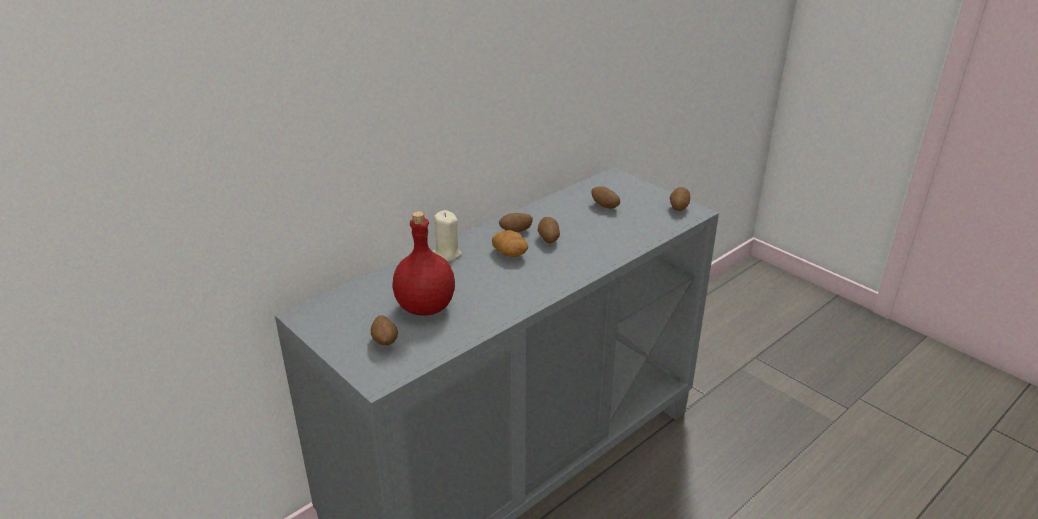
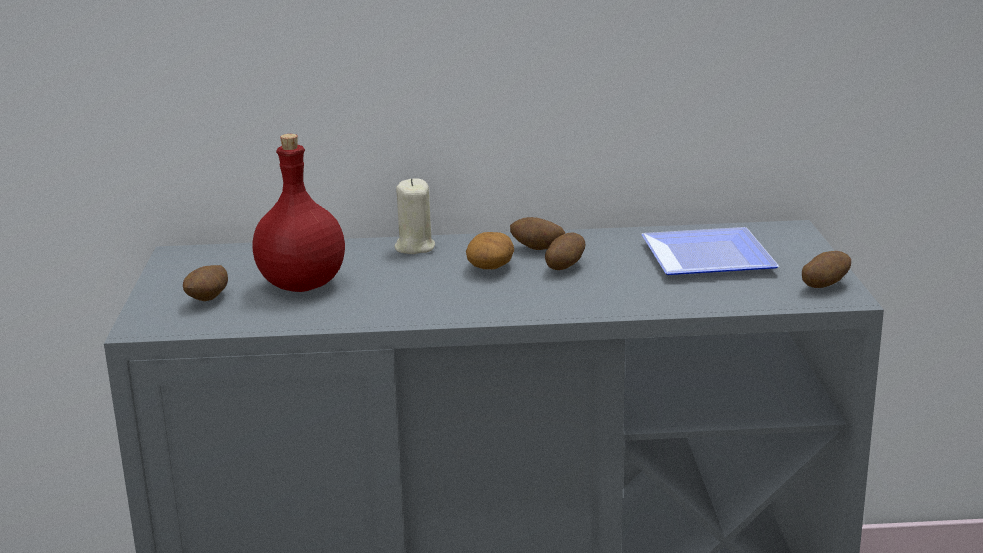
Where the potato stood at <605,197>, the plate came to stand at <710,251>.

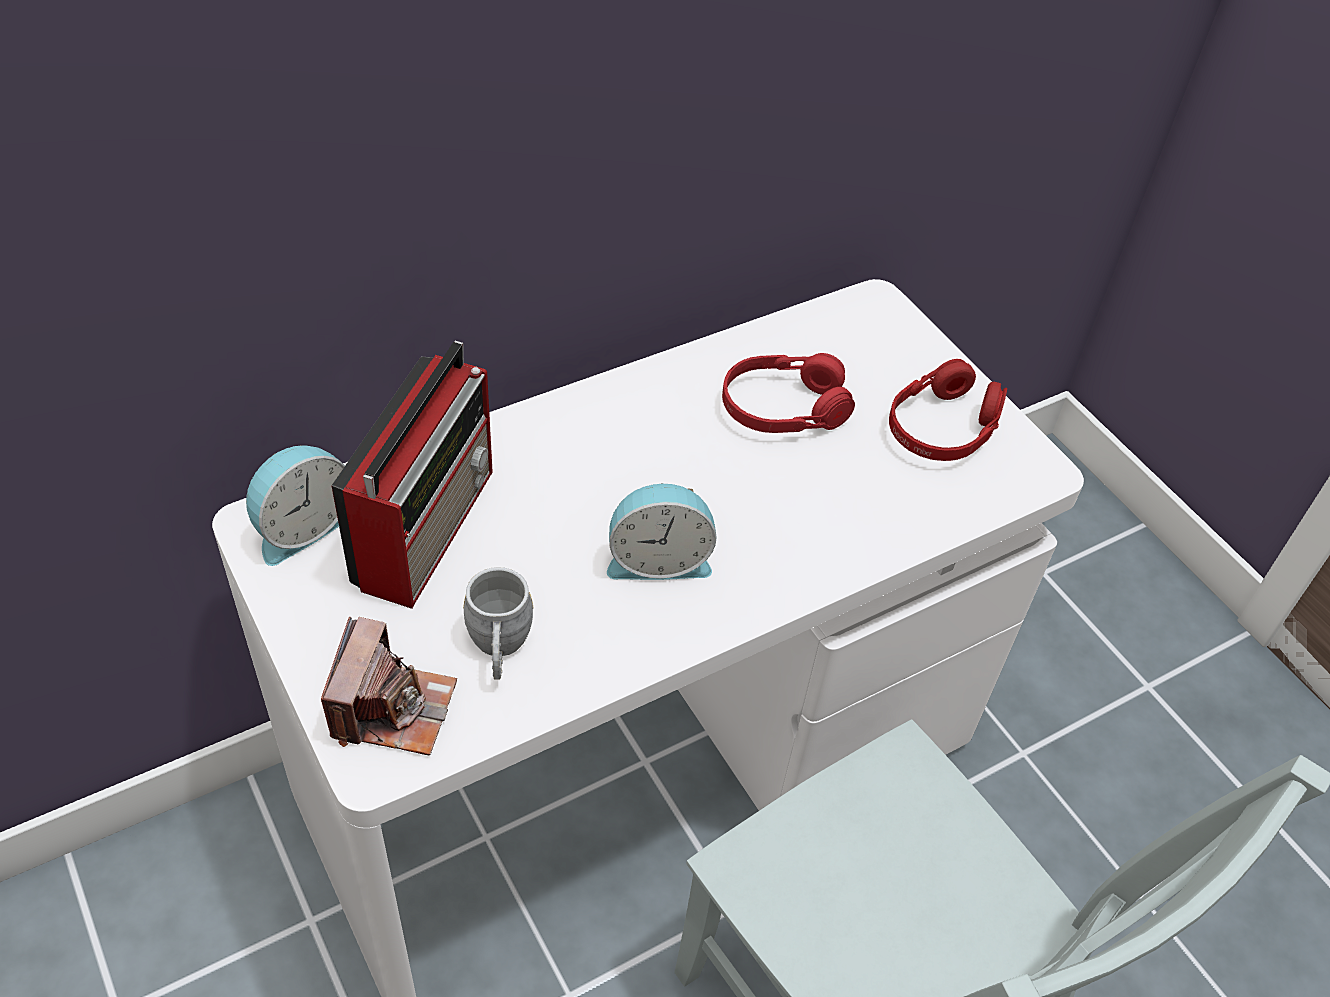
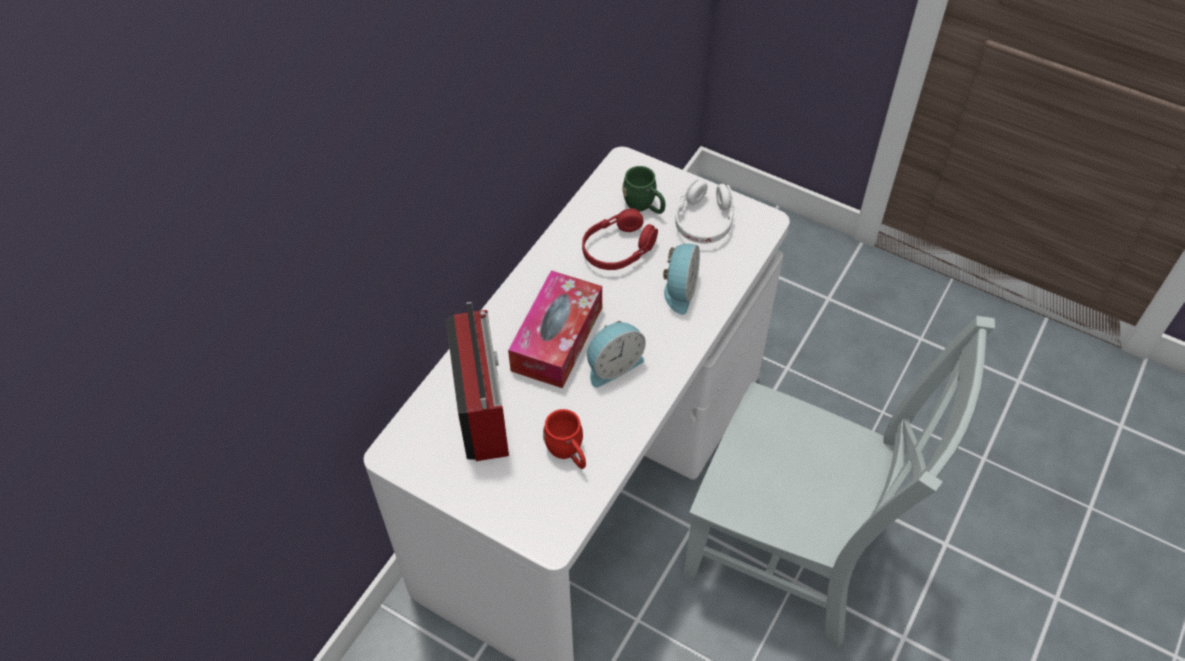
The alarm clock ended up elsewhere, having gone from <295,505> to <681,279>.
The second view lost the photo camera at <389,686>.
What was the mug/grey at <498,623> turned into the mug/red at <564,439>.
What was the headphones/red at <948,410> turned into the headphones/white at <705,211>.
The second view gained the tissue box at <555,329>.
The second view gained the mug/green at <643,190>.

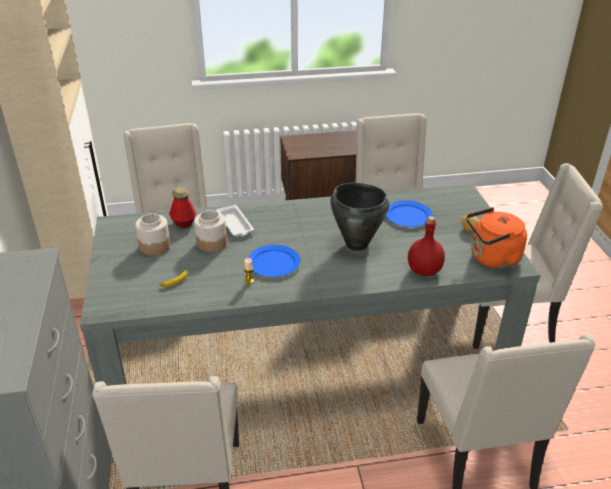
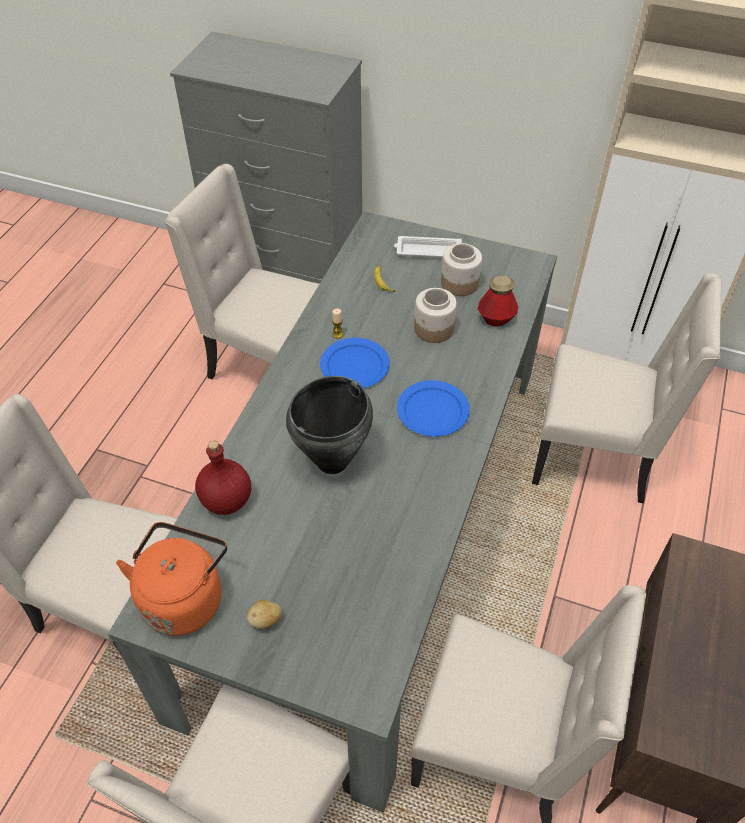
The tray/white ended up elsewhere, having gone from <235,220> to <428,247>.
The plate/blue ended up elsewhere, having gone from <409,213> to <433,408>.

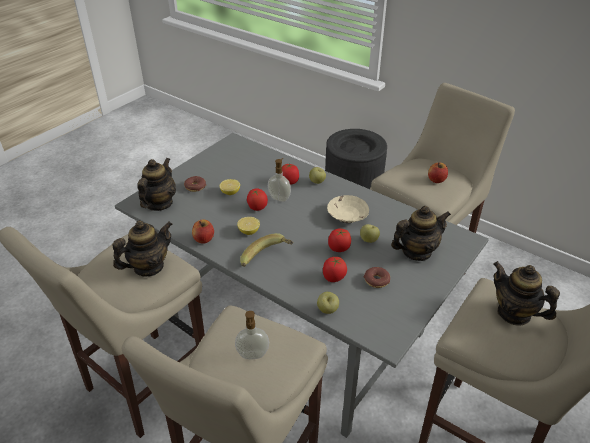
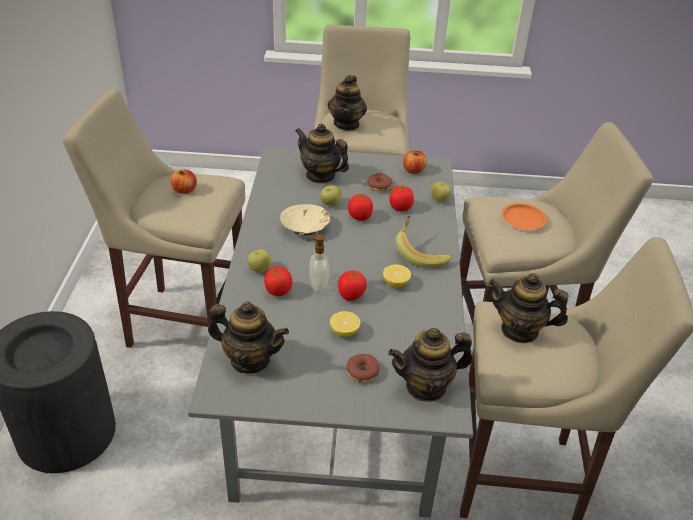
The apple ended up elsewhere, having gone from <203,231> to <415,162>.
Where the soap dispenser stood at <252,335>, the plate/orange came to stand at <524,216>.
The second view gained the teapot at <248,337>.

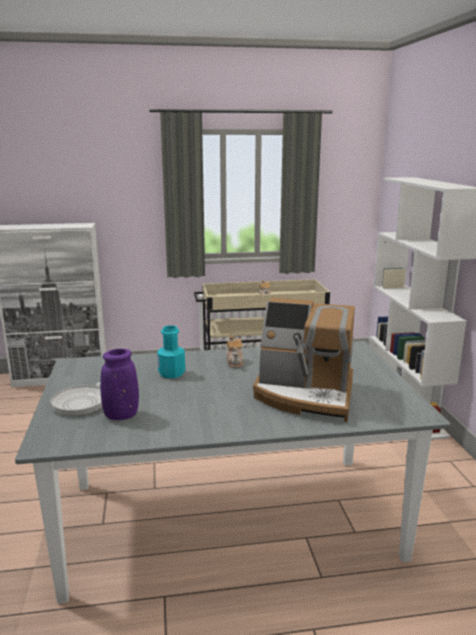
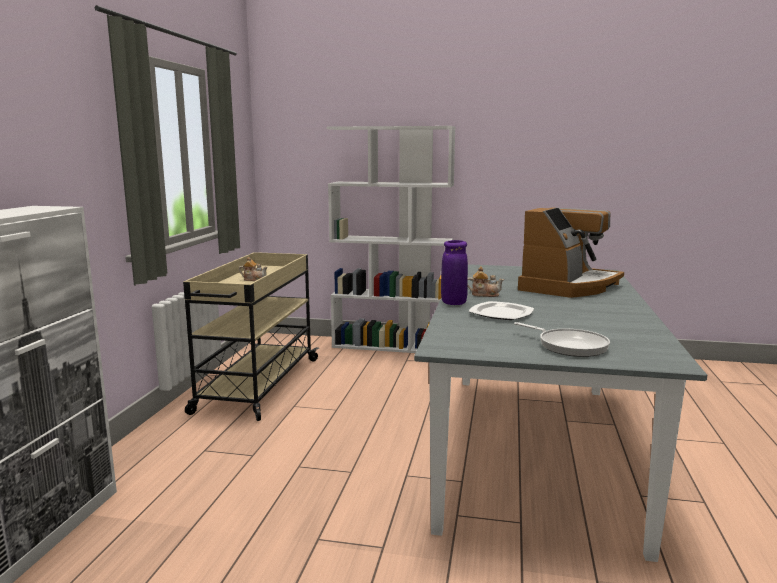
The vase/purple ended up elsewhere, having gone from <119,384> to <454,272>.
Where the bottle/turquoise stood at <171,351>, the plate came to stand at <501,310>.

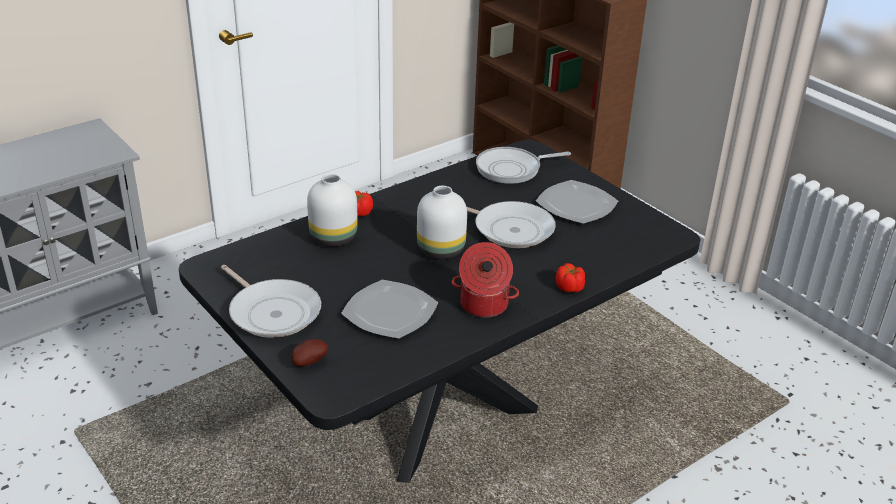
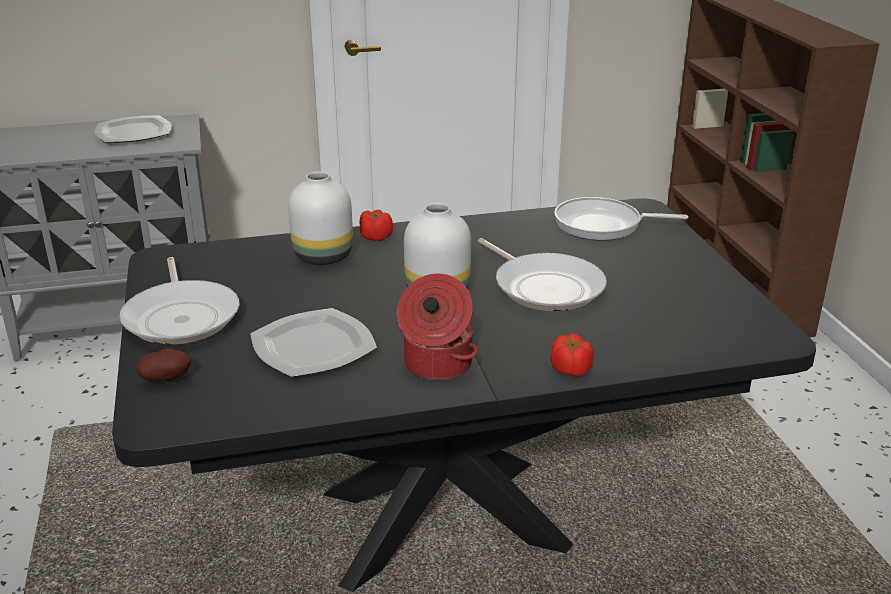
The plate ended up elsewhere, having gone from <577,202> to <133,129>.

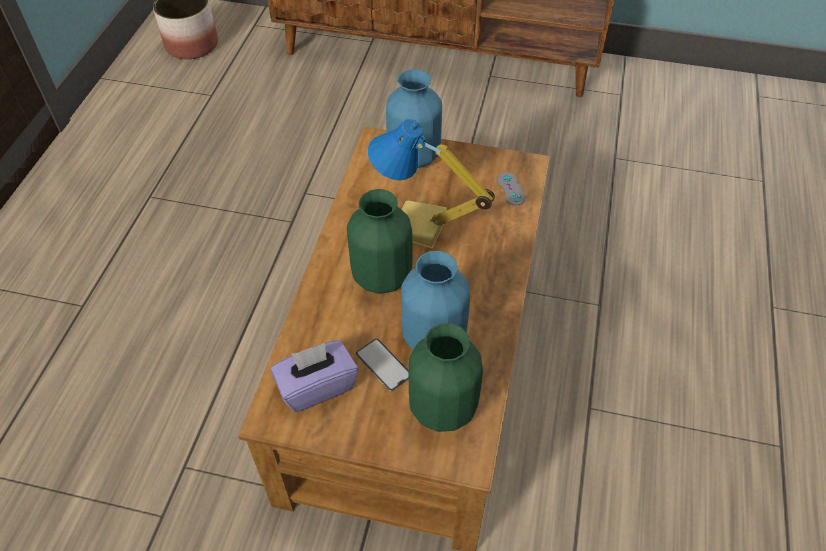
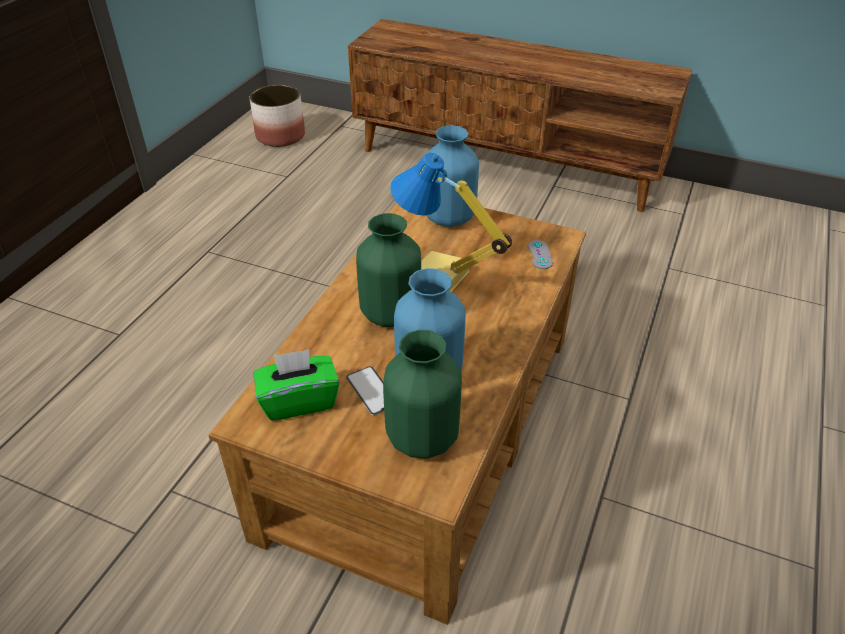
What was the tissue box/purple at <314,376> turned into the tissue box/green at <296,385>.

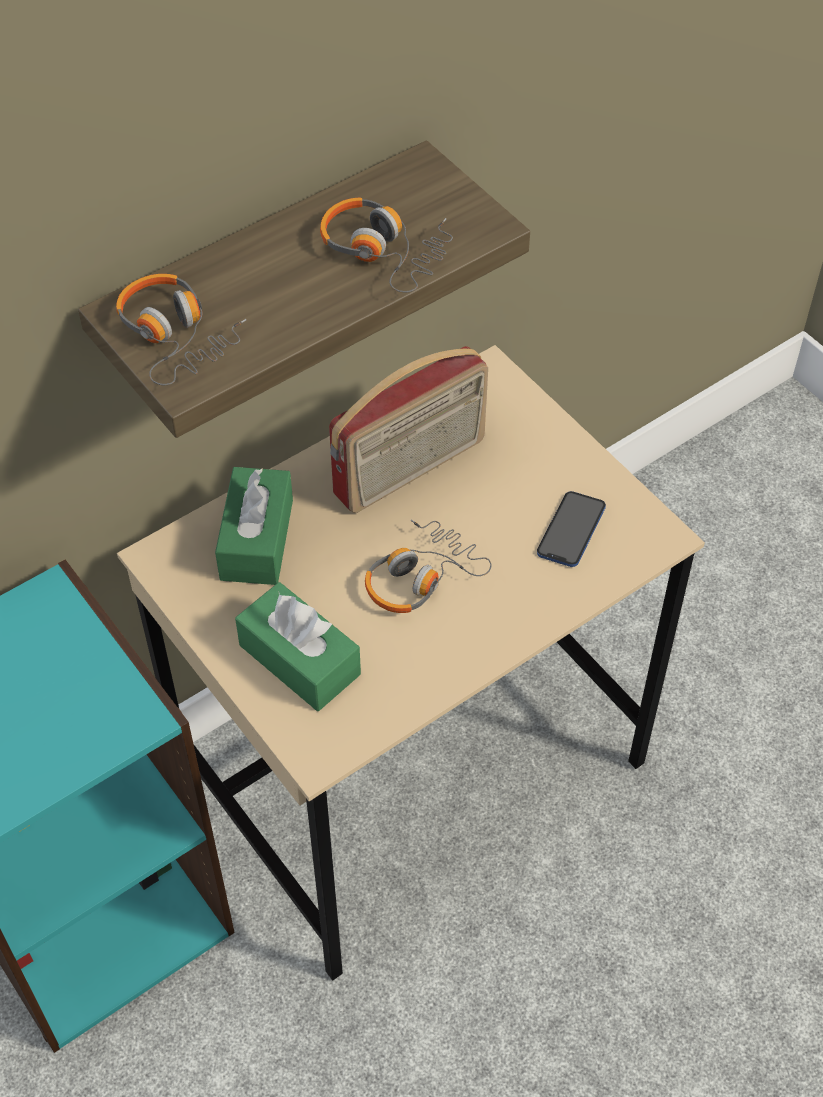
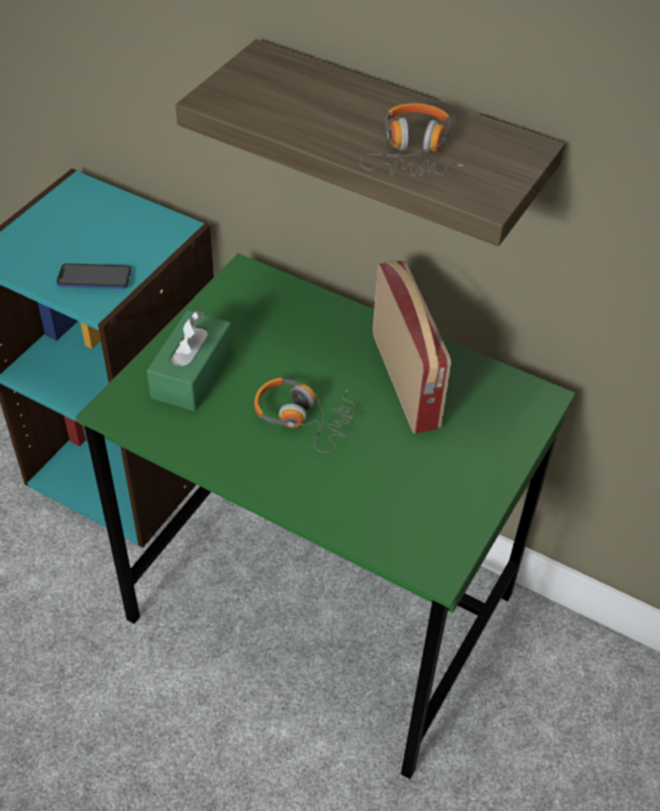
The second view lost the headphones at <181,329>.
What was the desk/beige at <411,662> turned into the desk/green at <325,516>.
The second view lost the tissue box/green at <254,526>.
The radio at <408,429> ended up facing another way, 135 degrees counterclockwise from before.
The phone ended up elsewhere, having gone from <571,529> to <94,276>.

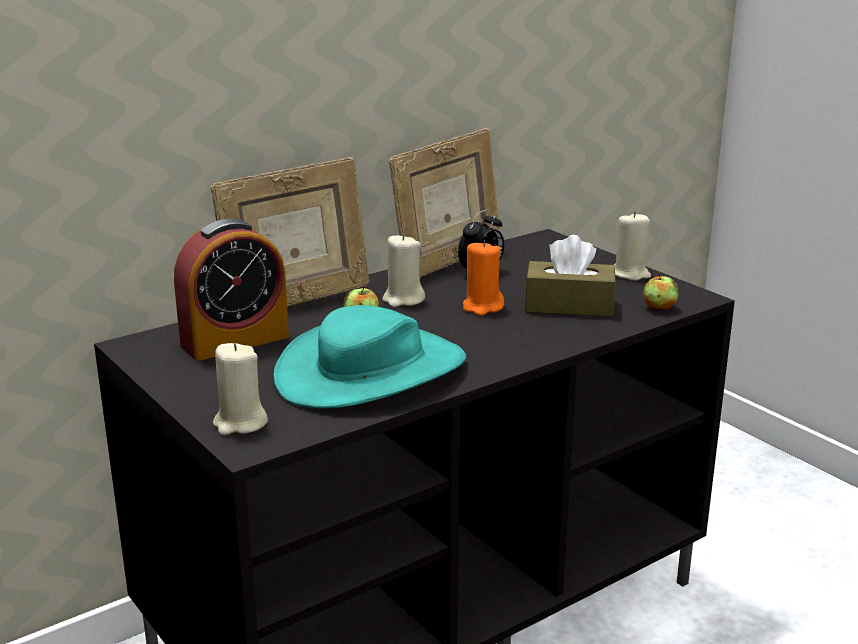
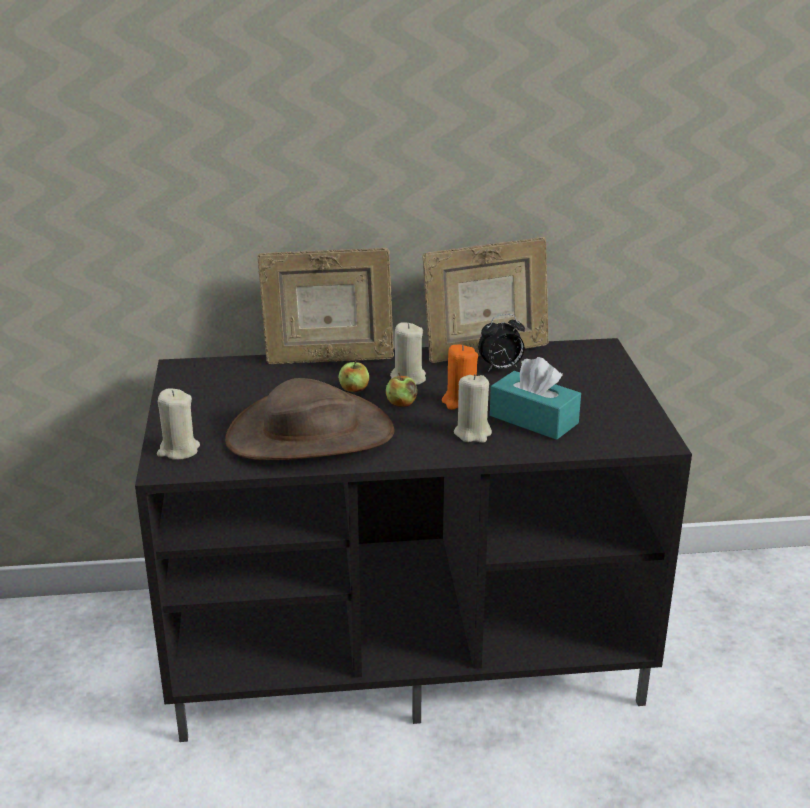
The second view lost the alarm clock at <231,289>.
What was the hat/turquoise at <369,357> turned into the hat/brown at <310,419>.
What was the tissue box/brown at <570,276> turned into the tissue box/turquoise at <535,398>.
The candle/beige ended up elsewhere, having gone from <632,246> to <473,408>.
The apple ended up elsewhere, having gone from <661,292> to <401,390>.

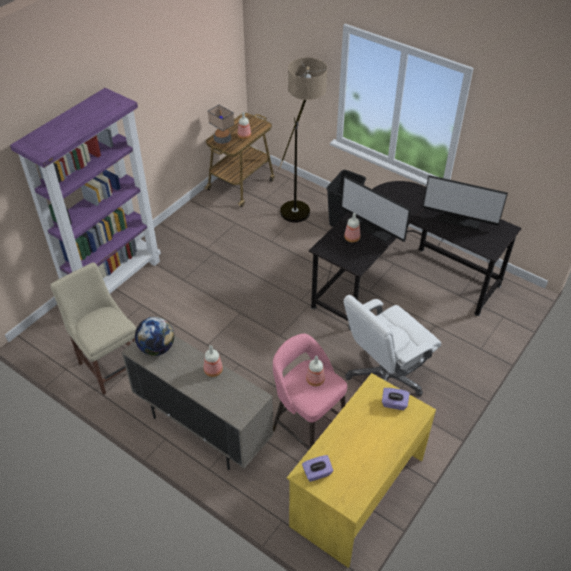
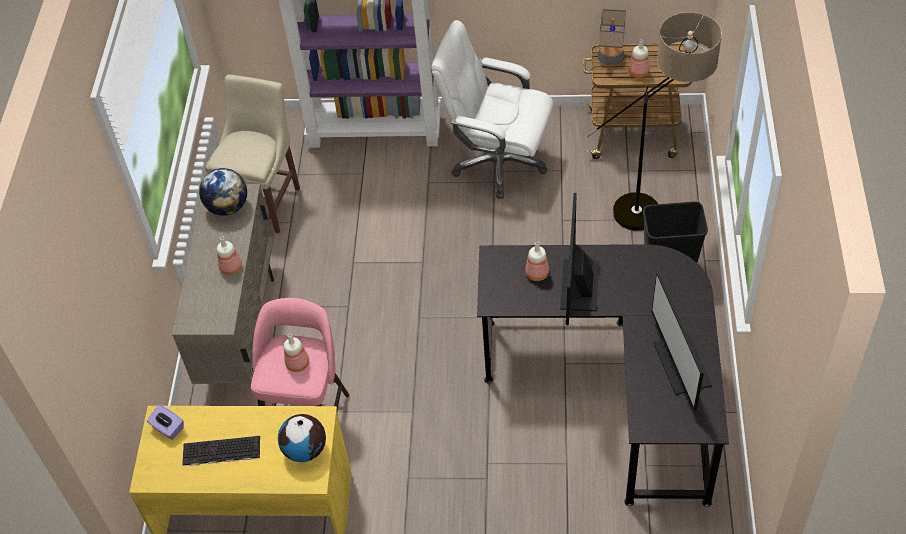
The office chair/white ended up elsewhere, having gone from <392,345> to <492,109>.
Where the tissue box/purple stood at <396,399>, the globe came to stand at <302,438>.
The second view gained the keyboard at <221,451>.

